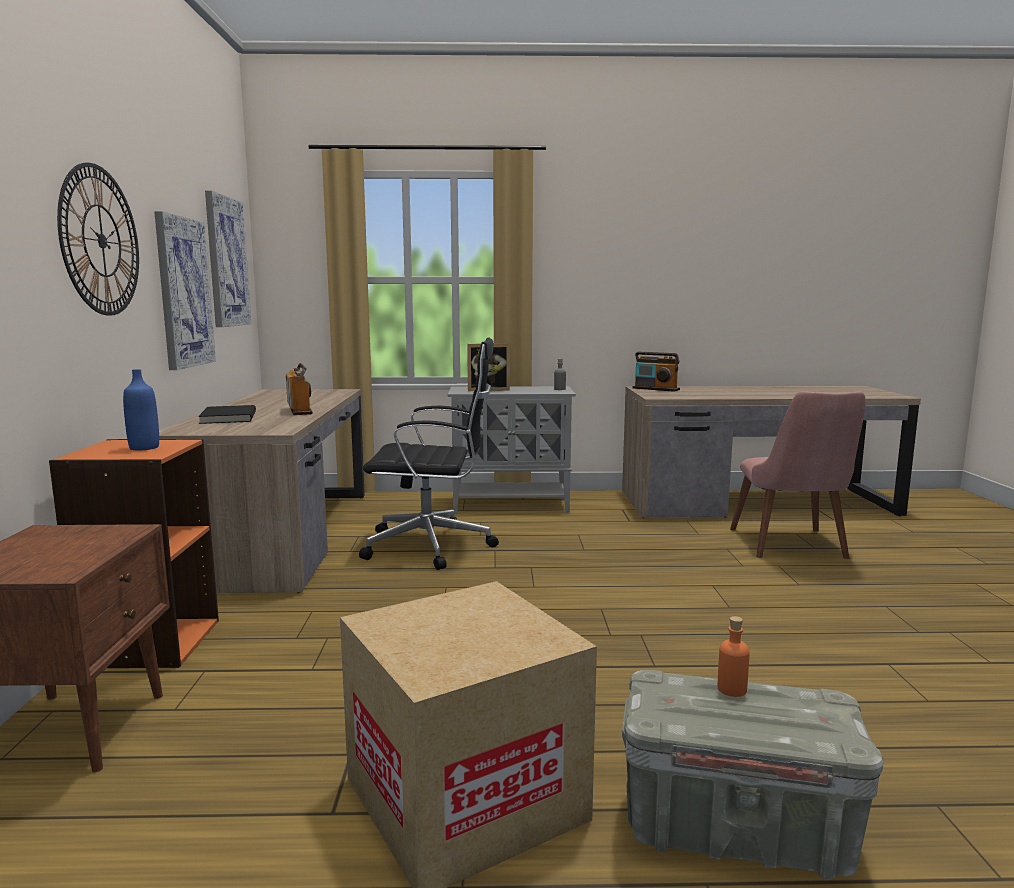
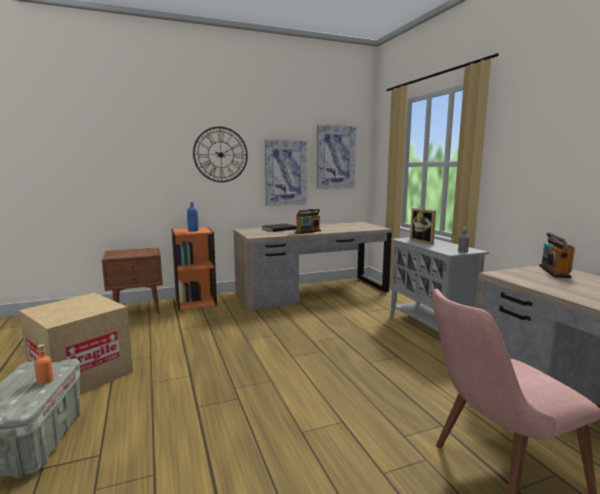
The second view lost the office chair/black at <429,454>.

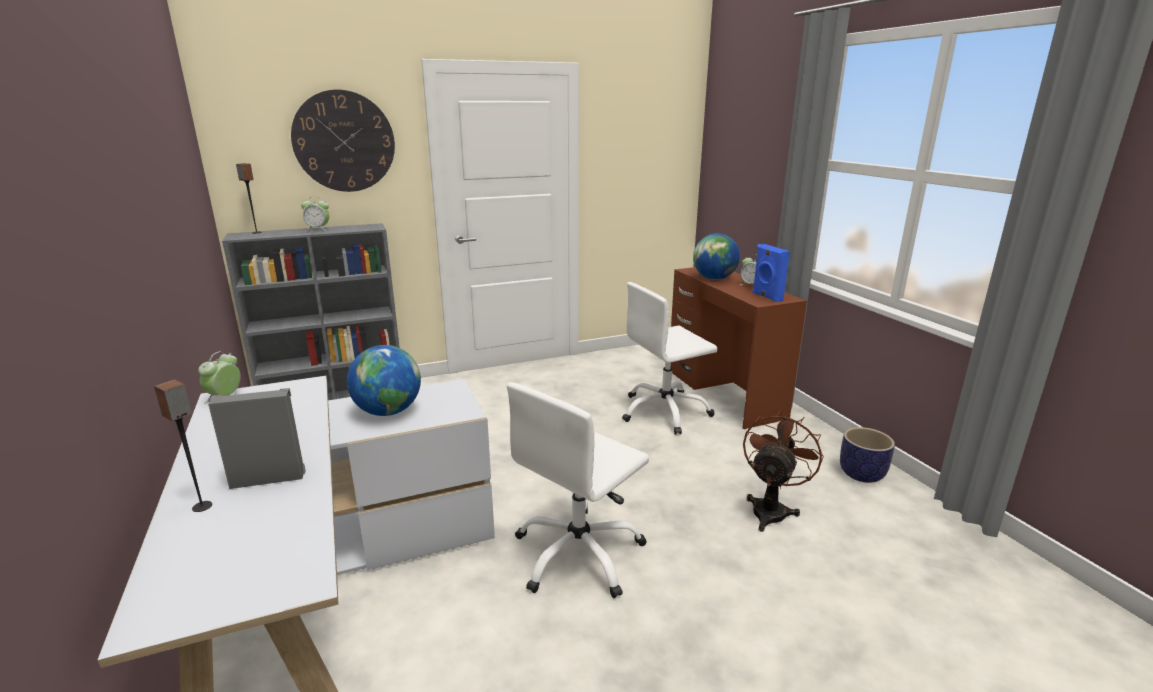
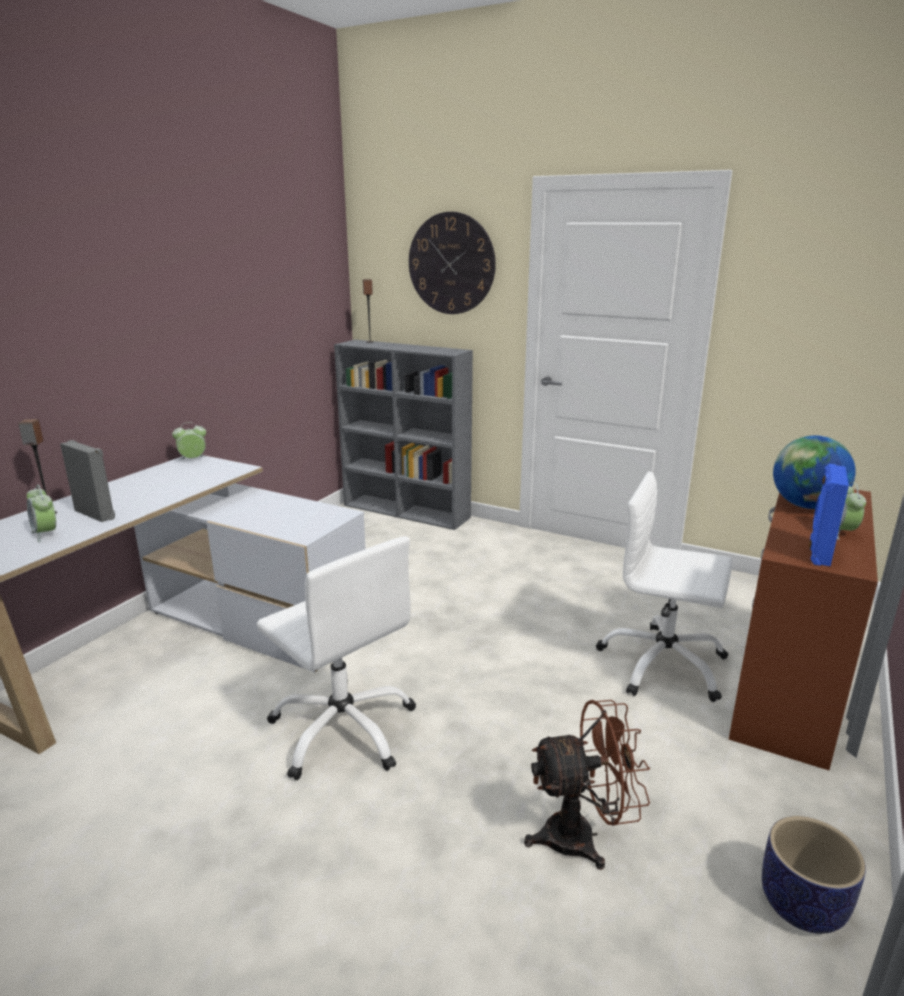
The alarm clock ended up elsewhere, having gone from <315,213> to <41,513>.
The second view lost the globe at <384,380>.
The office chair/white at <578,490> ended up facing another way, 135 degrees counterclockwise from before.

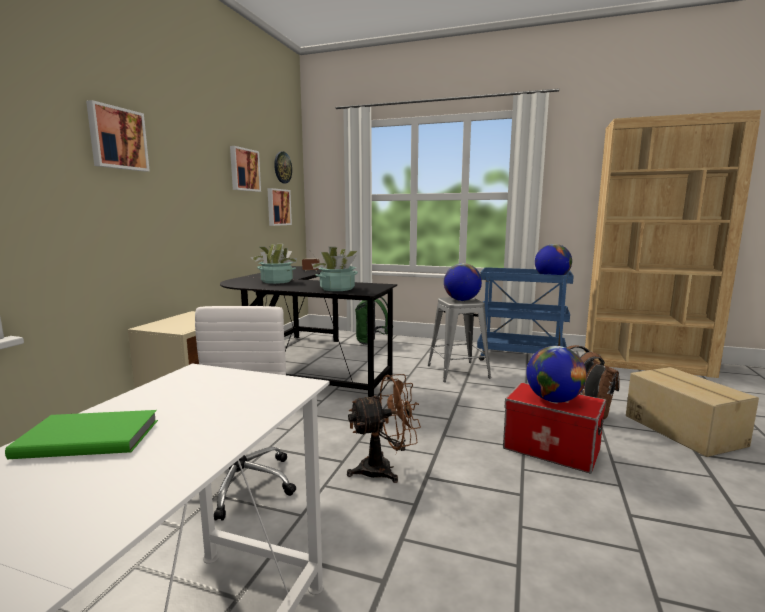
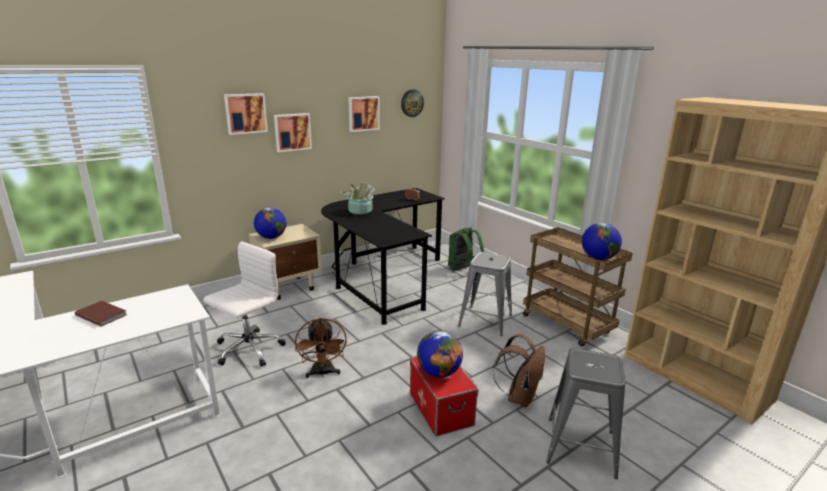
What was the book/green at <81,434> turned into the book/brown at <101,314>.
The picture ended up elsewhere, having gone from <279,207> to <293,132>.
The second view lost the potted plant at <335,269>.
The fan/brown at <384,428> ended up facing another way, 60 degrees clockwise from before.
The globe ended up elsewhere, having gone from <463,282> to <270,223>.
What was the cart/blue at <525,314> turned into the cart/brown at <578,286>.
Where the cardboard box stood at <692,412>, the stool/grey came to stand at <586,413>.

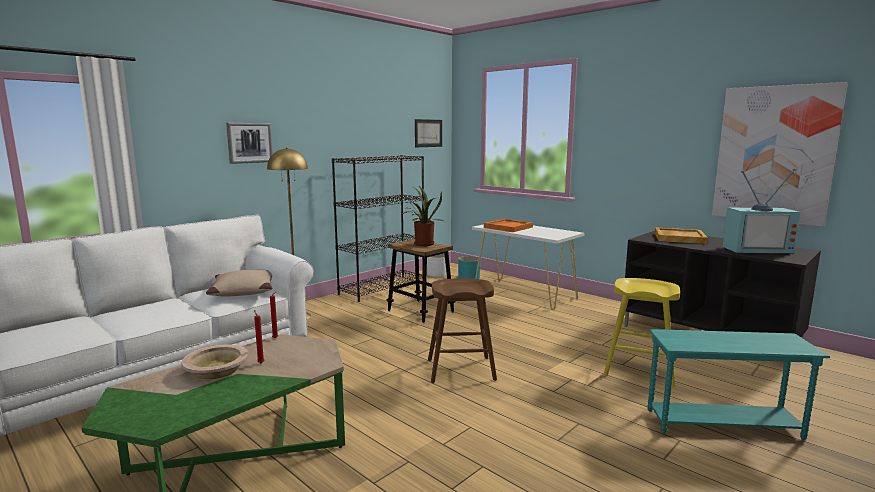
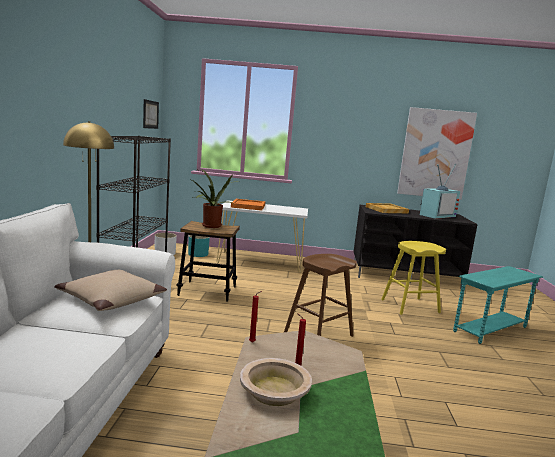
The second view lost the picture at <249,143>.

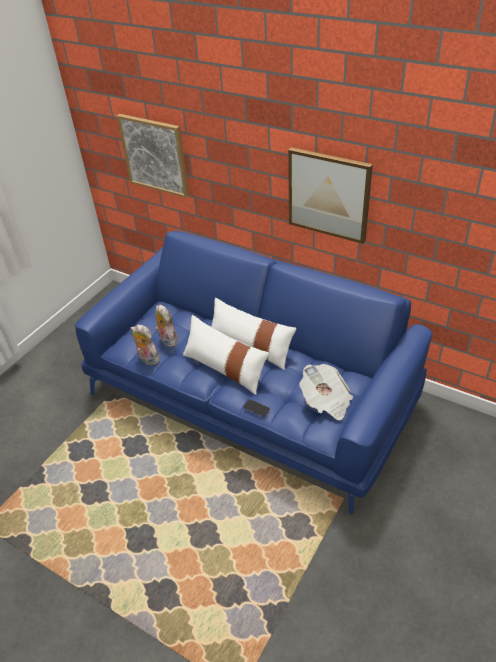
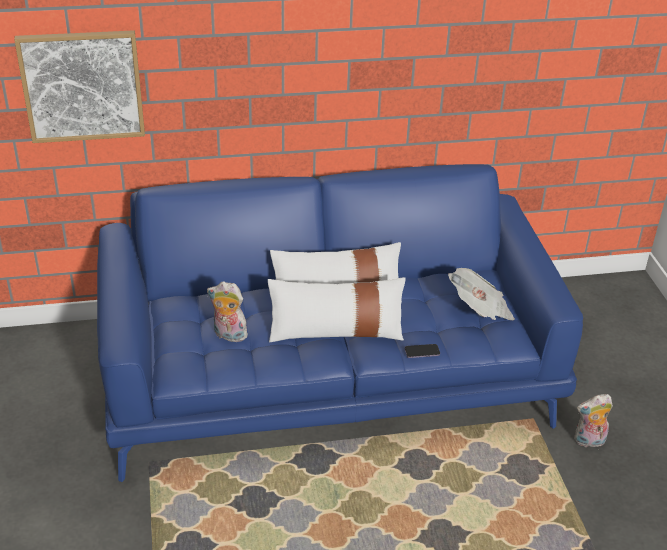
The plush toy ended up elsewhere, having gone from <145,344> to <593,420>.
The second view lost the picture at <330,195>.

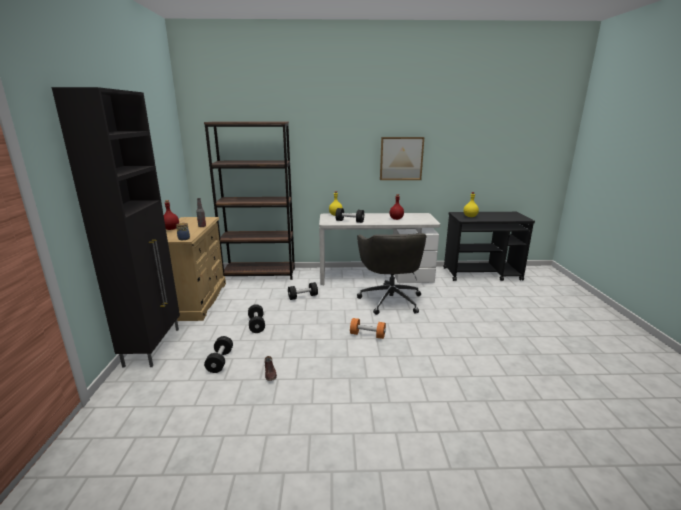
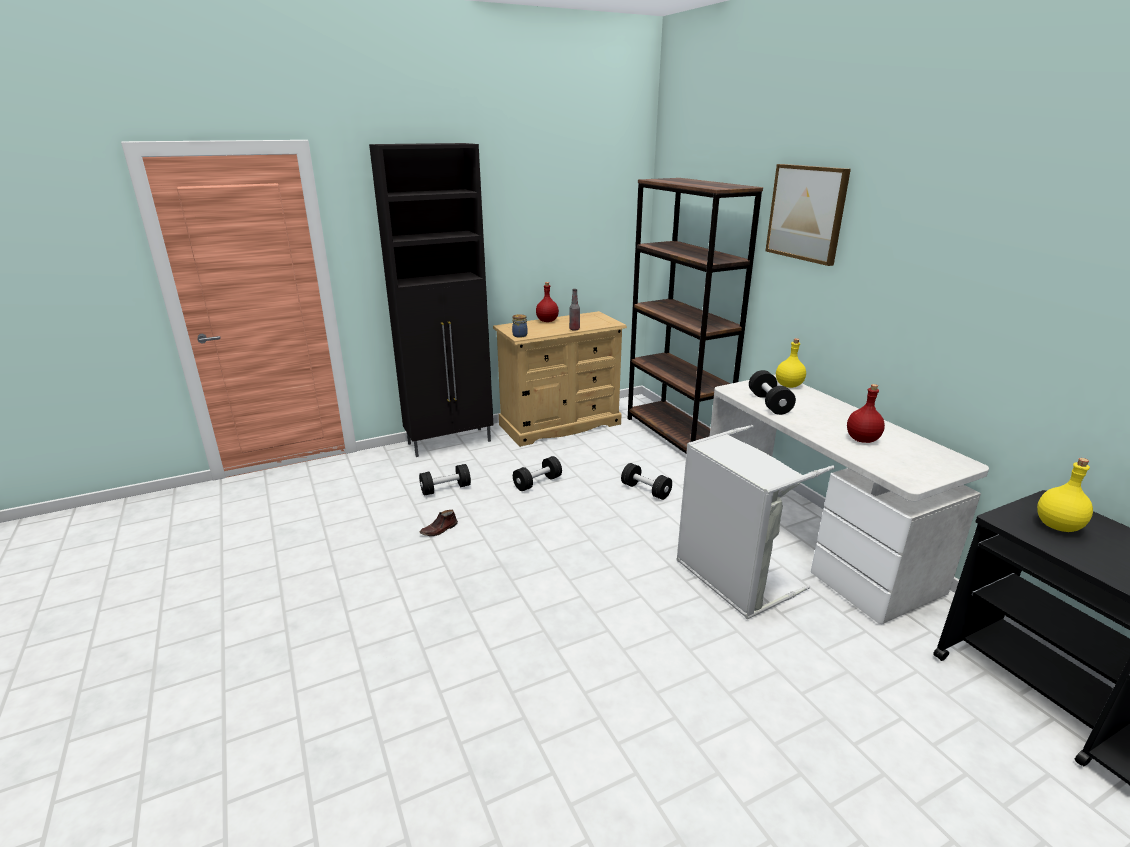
The second view lost the dumbbell/orange at <368,328>.
Where the office chair/grey stood at <391,274>, the laundry basket/grey came to stand at <755,522>.
The picture ended up elsewhere, having gone from <402,158> to <808,215>.

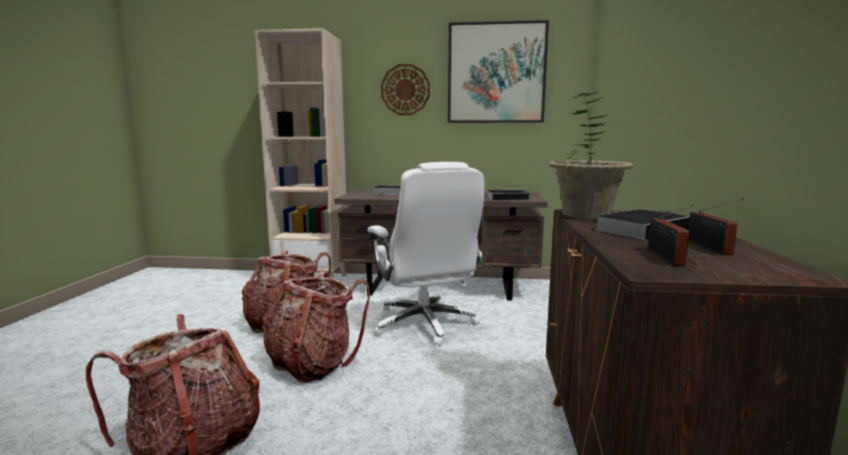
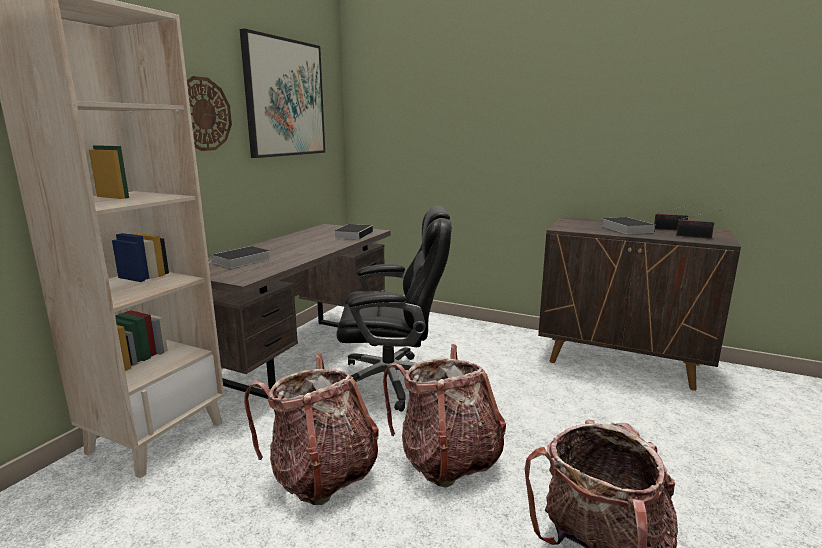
What was the office chair/white at <425,254> turned into the office chair/black at <394,308>.
The second view lost the potted plant at <591,154>.

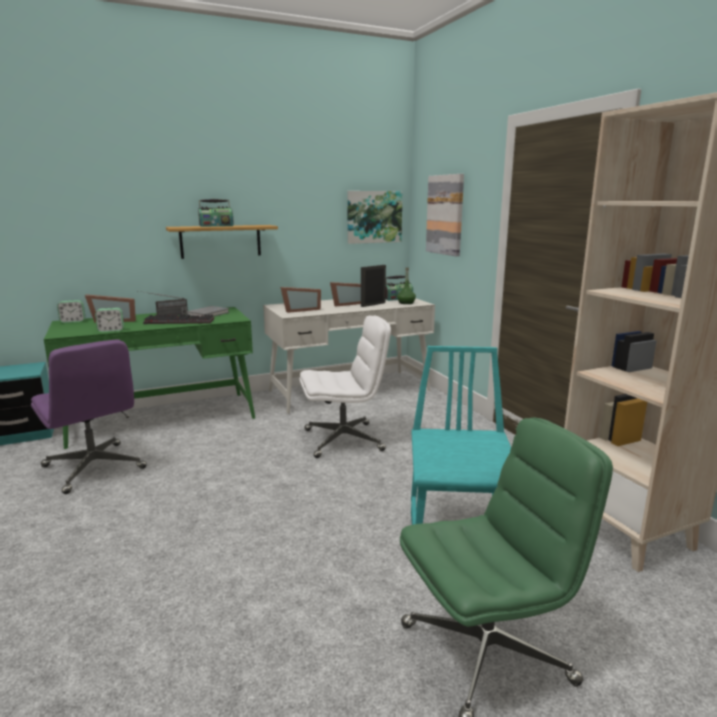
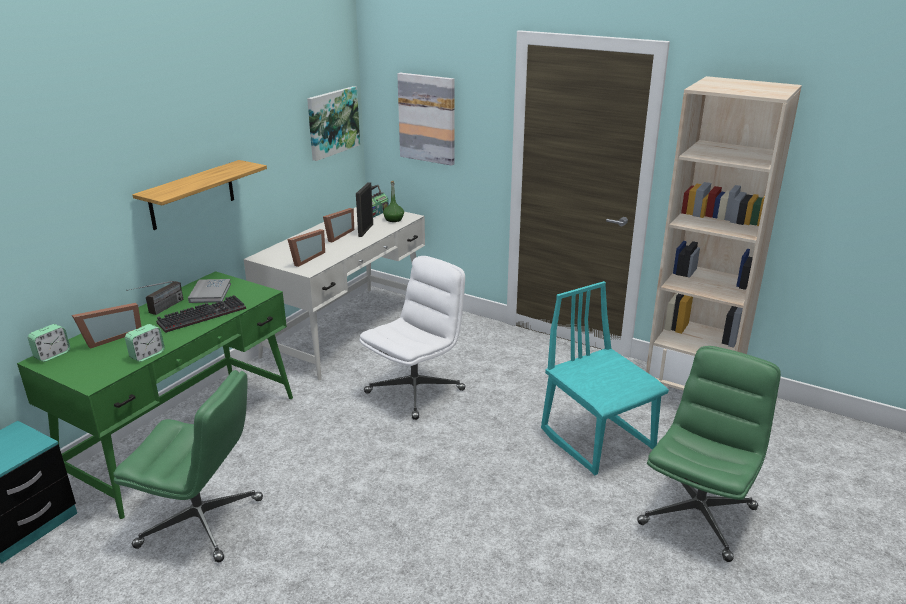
What was the office chair/purple at <89,416> turned into the office chair/green at <188,466>.
The second view lost the radio at <216,213>.

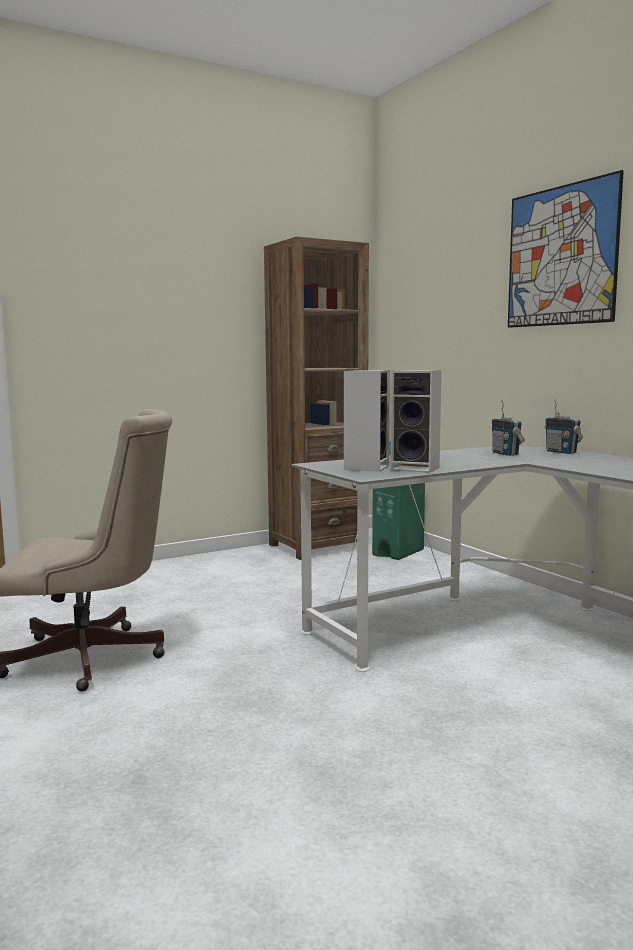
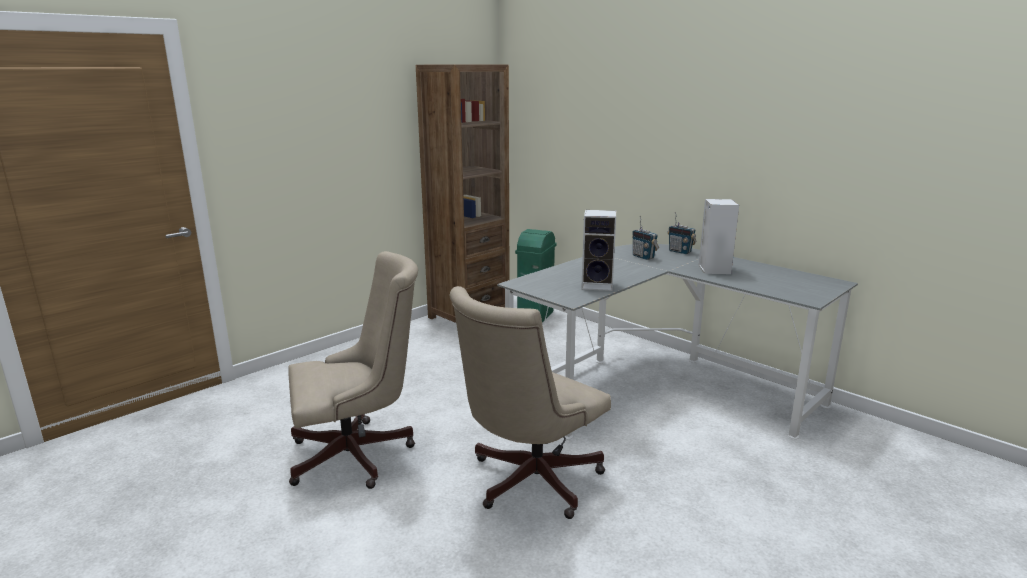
The speaker ended up elsewhere, having gone from <367,421> to <719,236>.
The second view lost the picture at <566,249>.
The second view gained the office chair/beige at <530,402>.

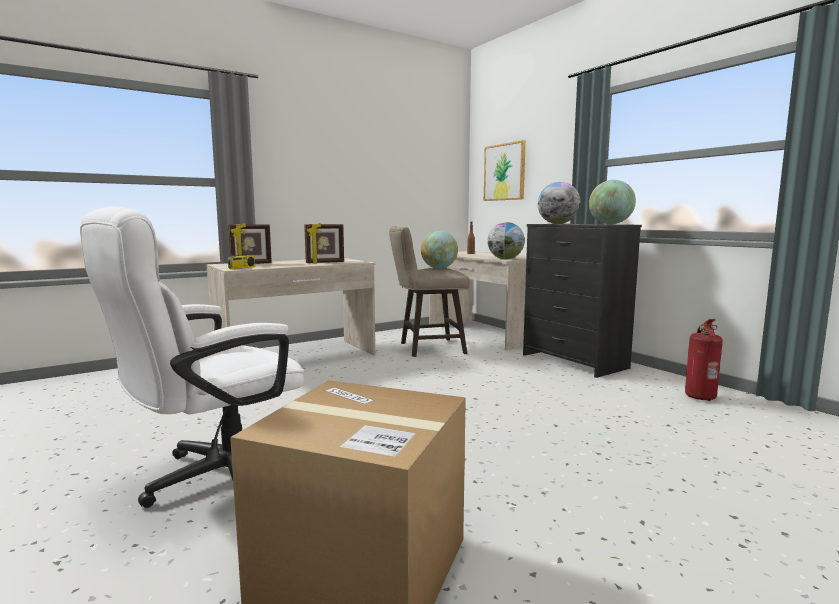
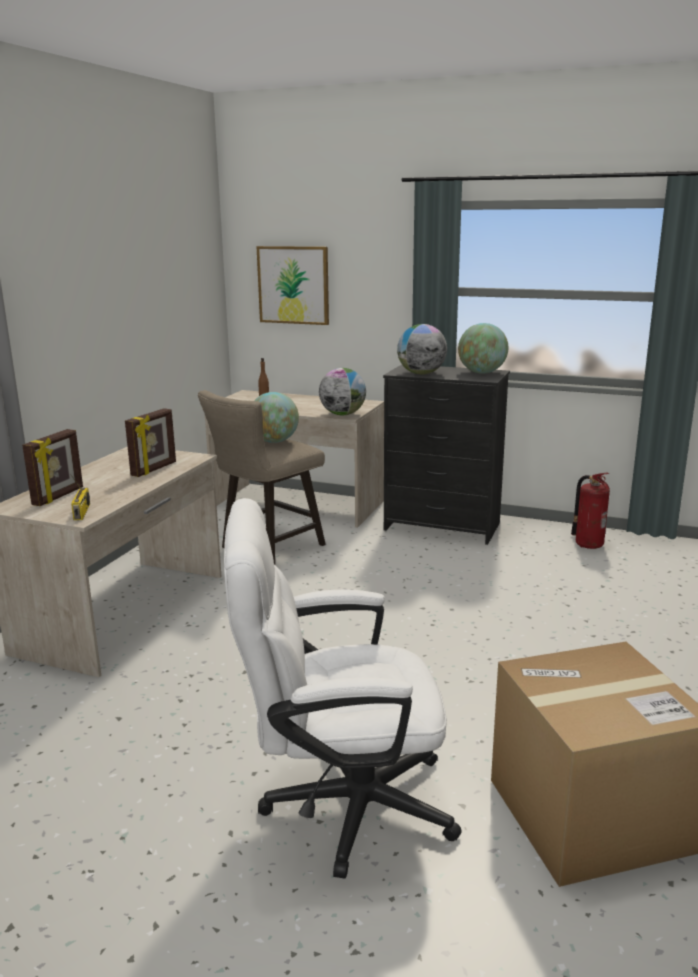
The office chair/white at <192,357> ended up facing another way, 75 degrees clockwise from before.

